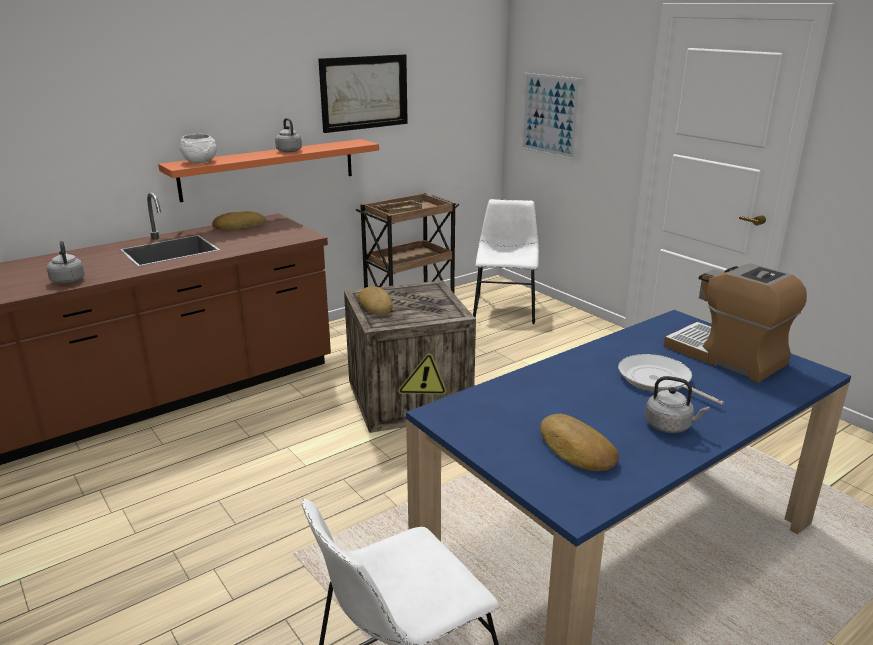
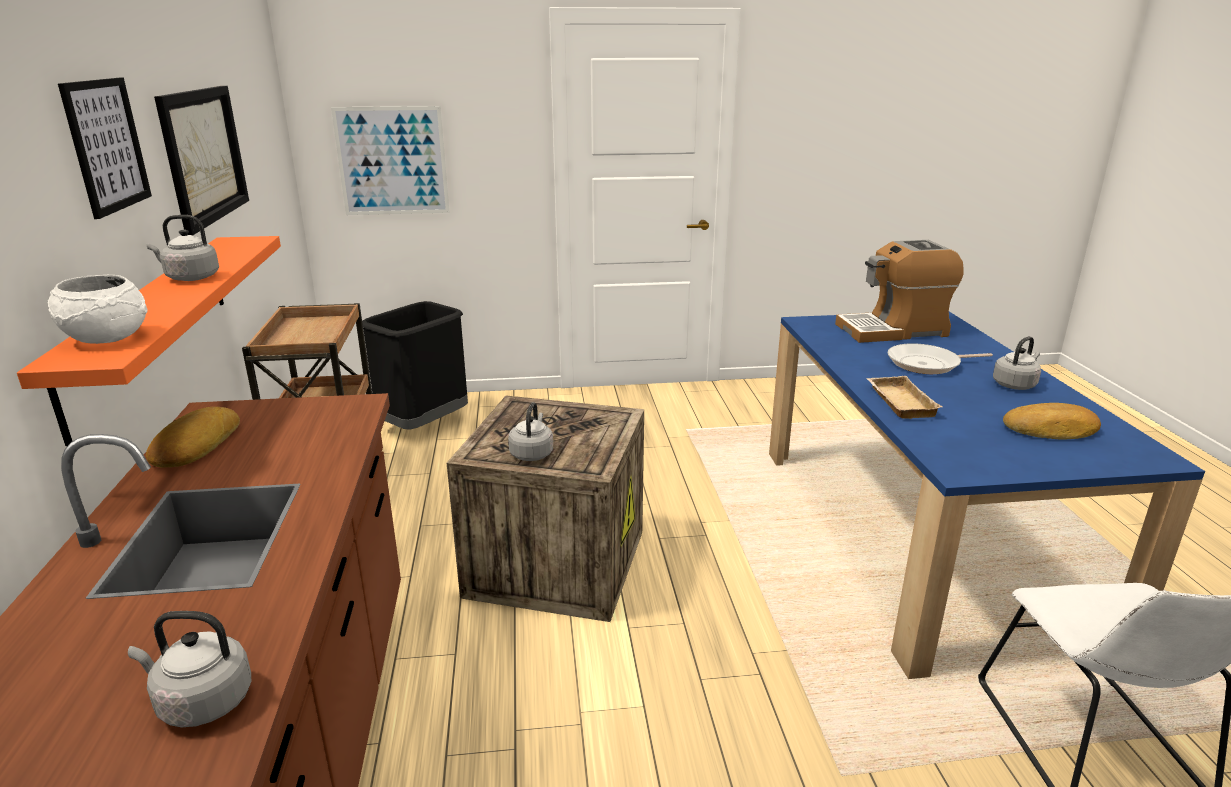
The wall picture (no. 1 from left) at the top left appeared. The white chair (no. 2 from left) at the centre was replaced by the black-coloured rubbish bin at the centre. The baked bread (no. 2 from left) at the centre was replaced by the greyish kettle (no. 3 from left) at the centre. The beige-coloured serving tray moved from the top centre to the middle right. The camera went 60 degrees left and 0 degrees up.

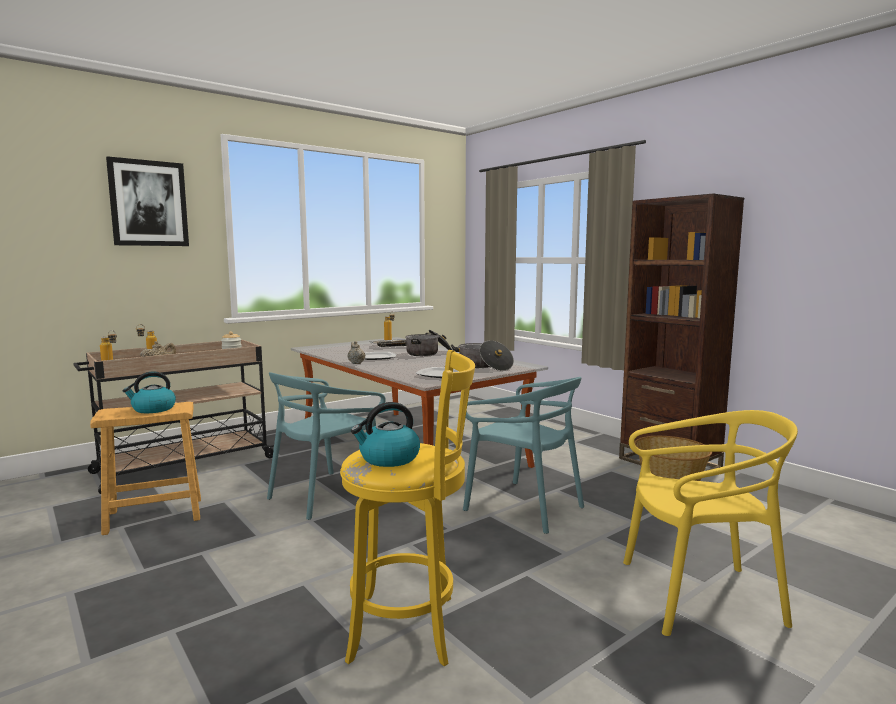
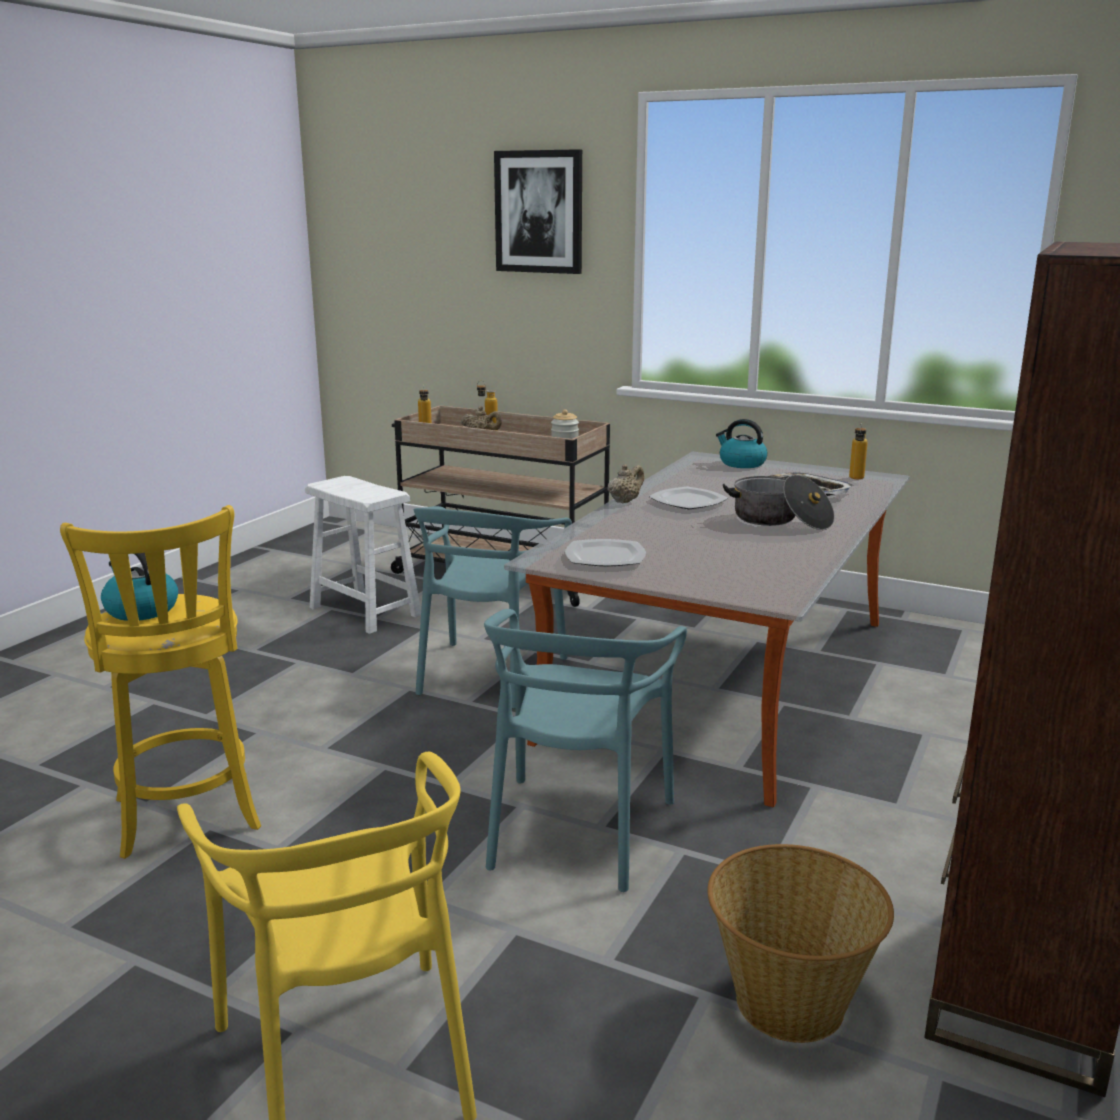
The brownish sitting stool at the middle left became the white sitting stool at the middle left. The blue-green chair (no. 1 from left) at the centre turned 90 degrees counterclockwise. The kettle (no. 1 from left in the first image) moved from the middle left to the centre. The cooking pot (no. 2 from left) at the centre disappeared. The camera went 65 degrees right and 10 degrees up.

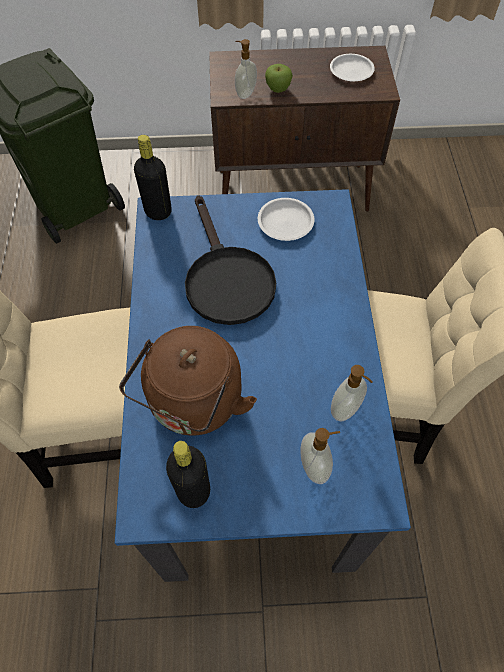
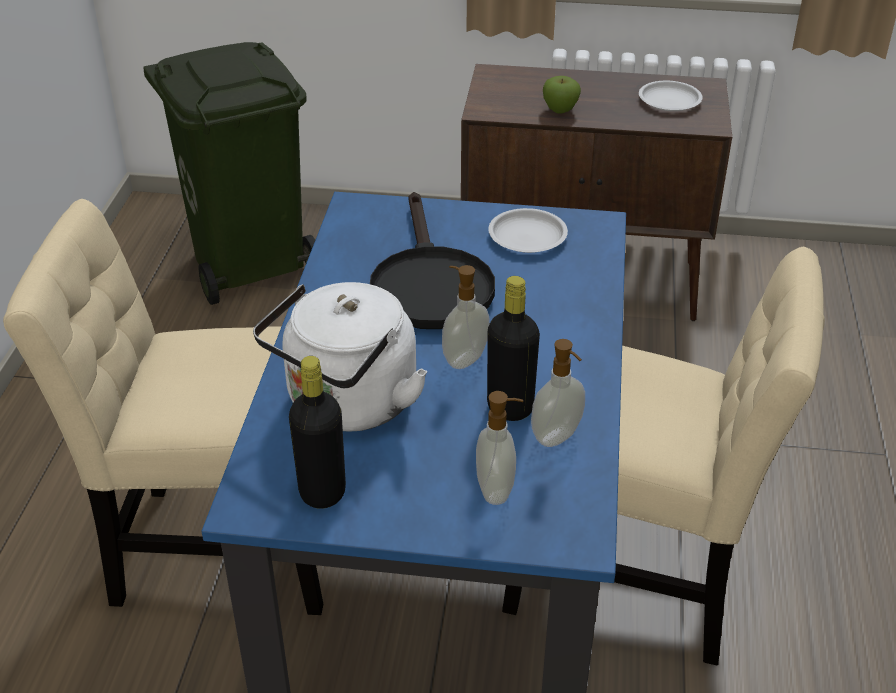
The brownish kettle at the centre became the white kettle at the centre. The soap dispenser (no. 1 from left) moved from the top centre to the centre. The black-coloured drink bottle (no. 1 from left in the first image) moved from the top left to the centre. The camera went 10 degrees right and 20 degrees down.

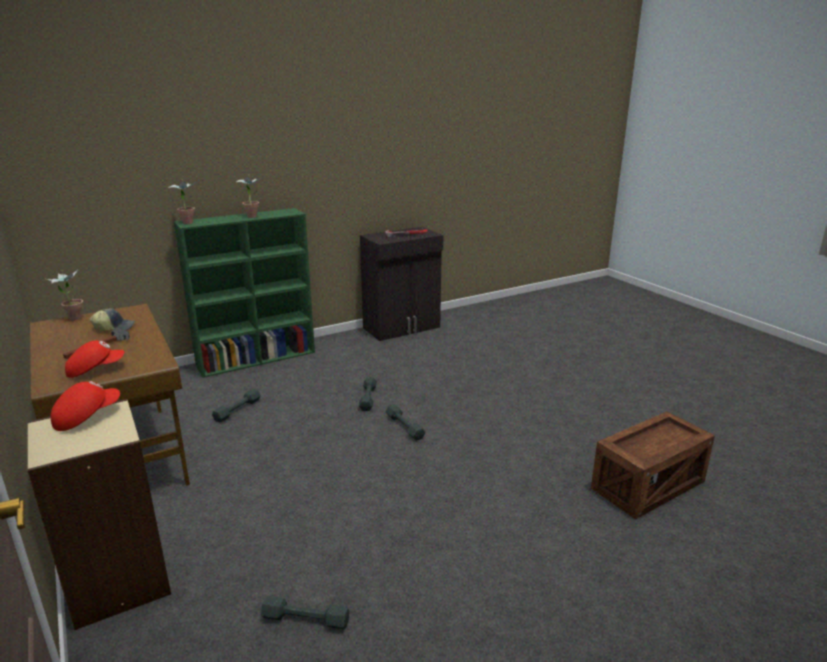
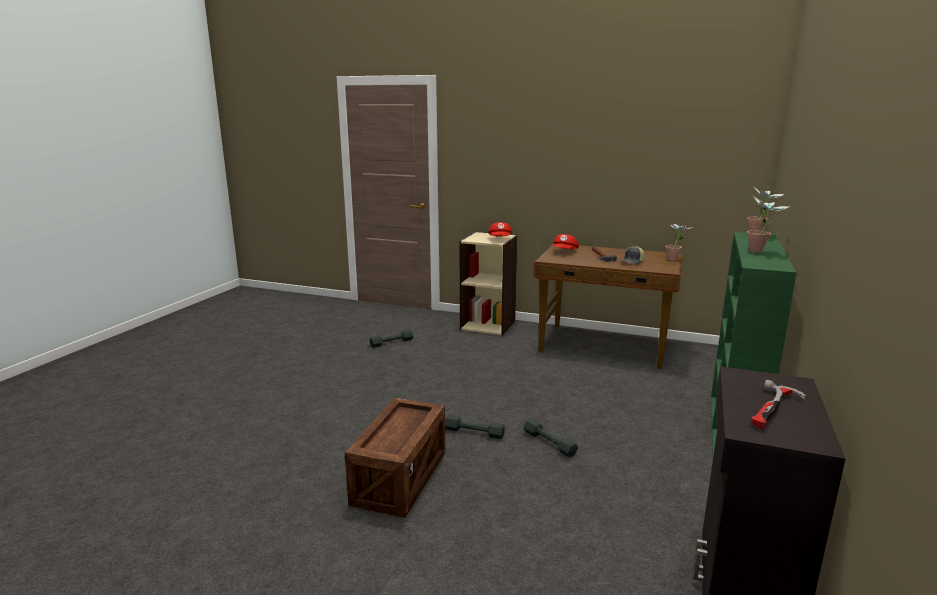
The packing crate moved from the bottom right to the bottom centre. The greyish dumbbell (no. 1 from left) at the middle left disappeared. The camera went 140 degrees right and 5 degrees down.

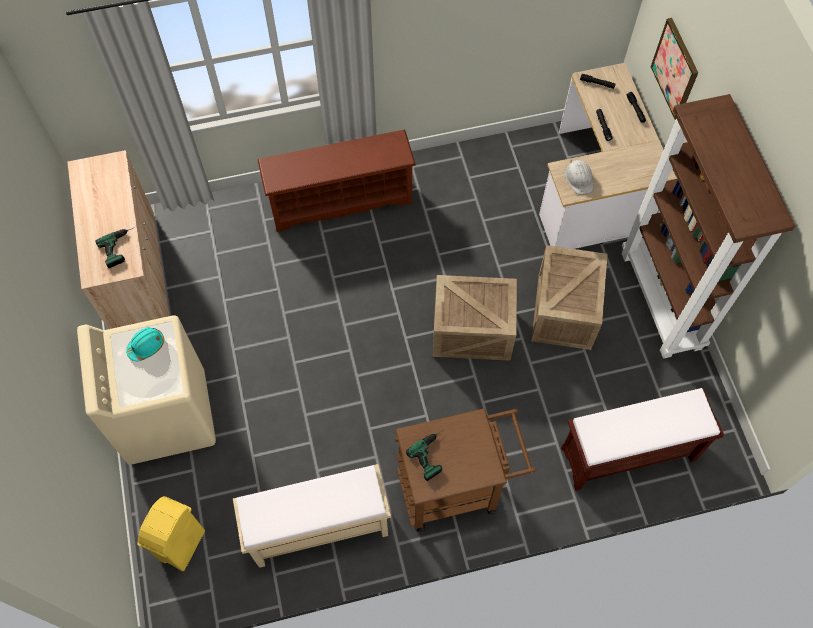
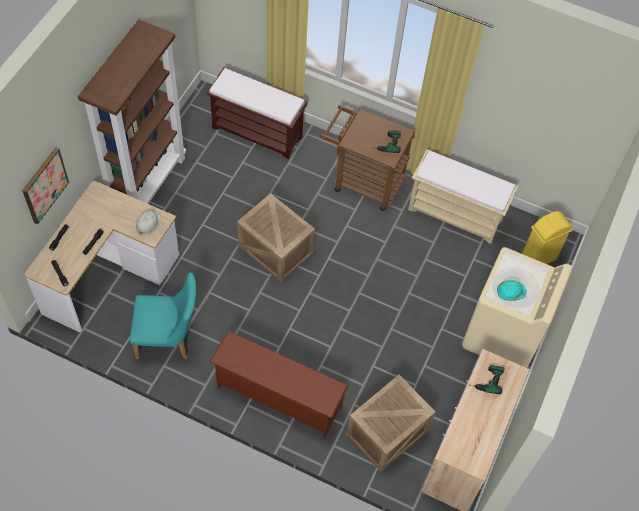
The blue-green chair at the middle left appeared. The packing crate (no. 2 from left) moved from the middle right to the bottom centre. The camera went 145 degrees left and 5 degrees down.

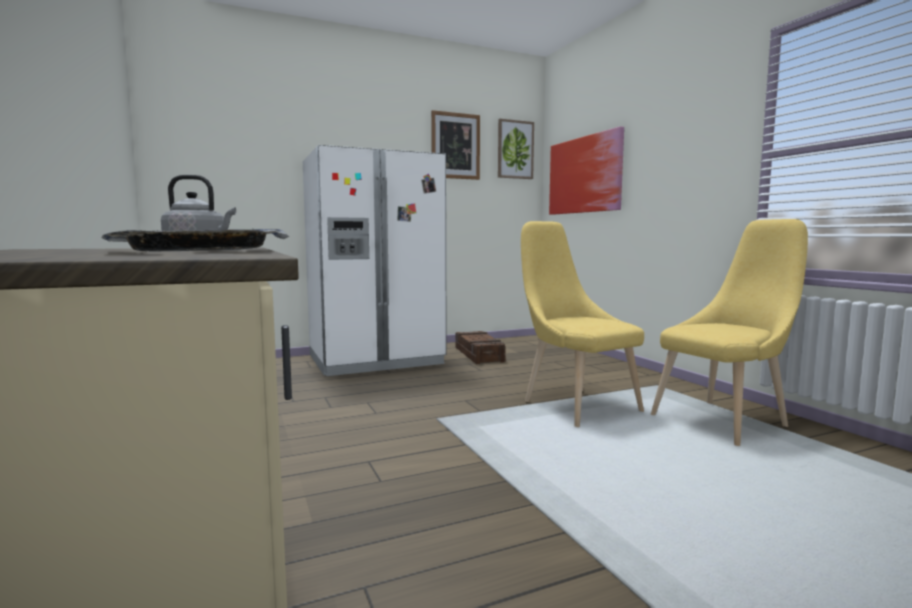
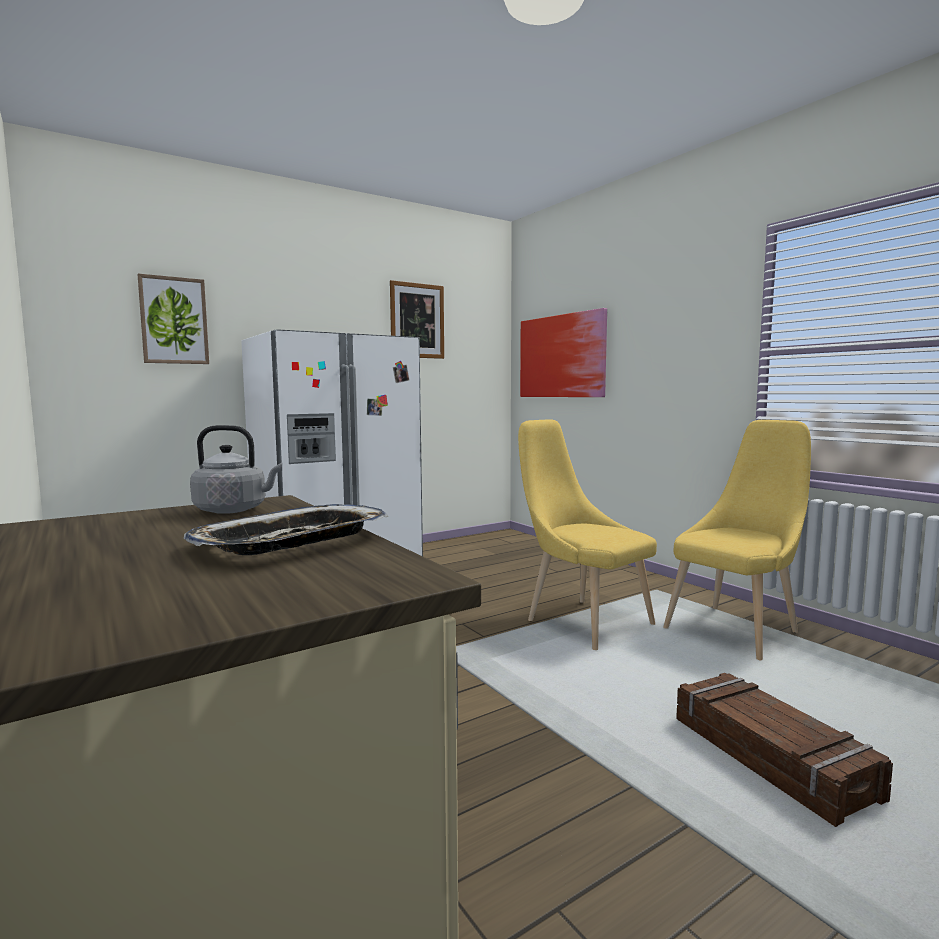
The wall picture (no. 2 from left in the first image) moved from the top centre to the middle left. The packing crate moved from the centre to the bottom right. The camera went 10 degrees left and 0 degrees up.

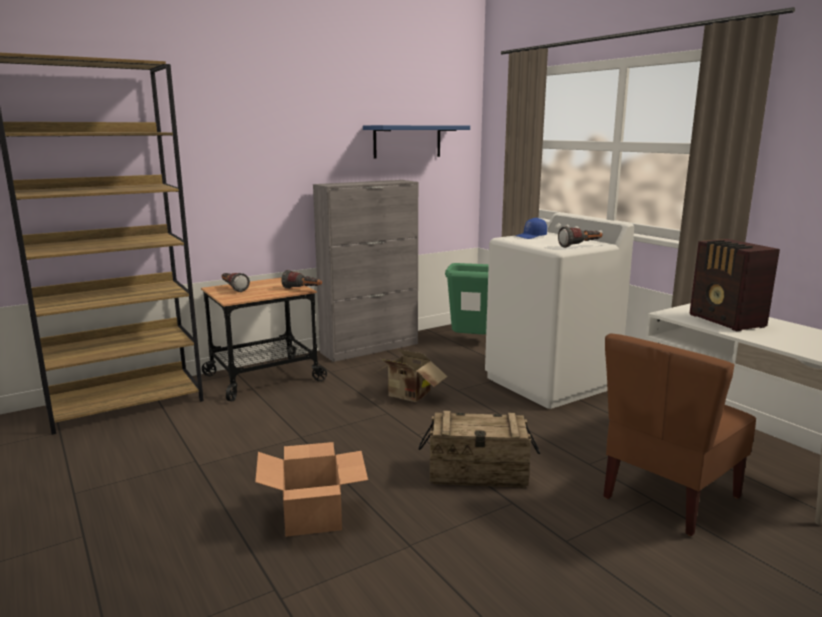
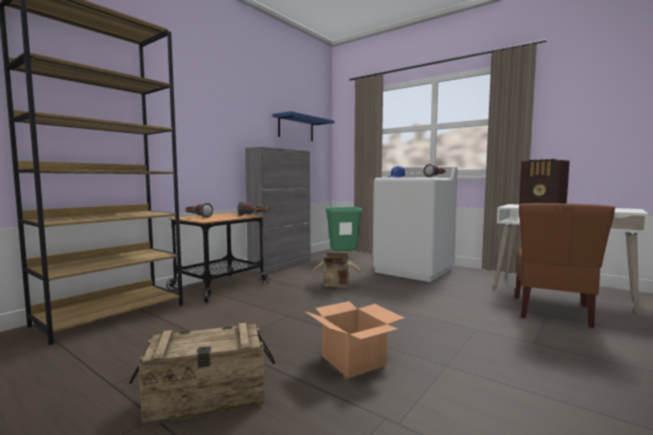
The packing crate moved from the bottom centre to the bottom left. The camera went 20 degrees left and 10 degrees down.

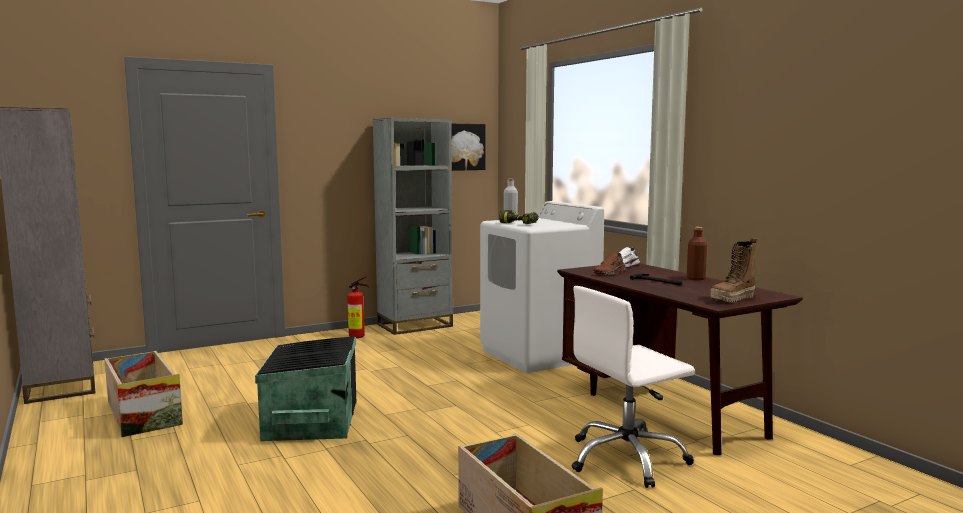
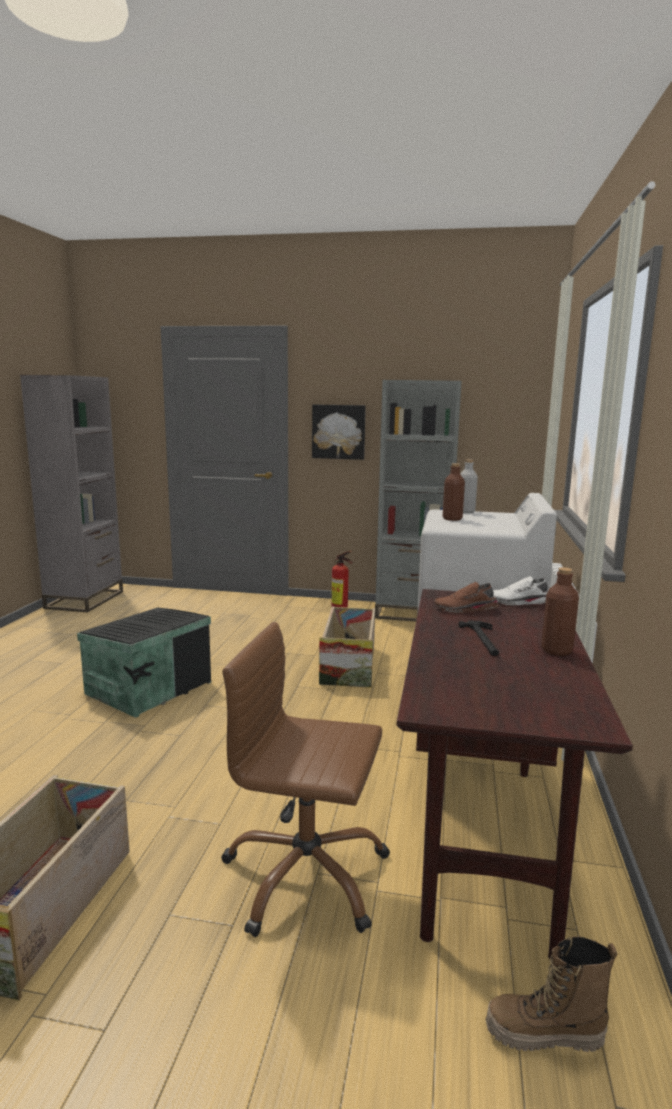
The white desk chair at the bottom centre became the brownish desk chair at the bottom centre. The wall picture moved from the top centre to the centre. The packing crate (no. 1 from left in the first image) moved from the bottom left to the centre. The electric drill at the centre was replaced by the brownish drink bottle (no. 1 from left) at the middle right. The boot moved from the middle right to the bottom right. The camera went 40 degrees right and 5 degrees up.

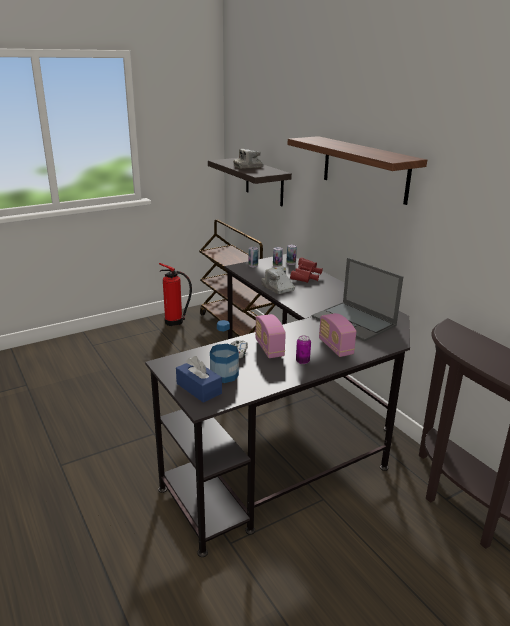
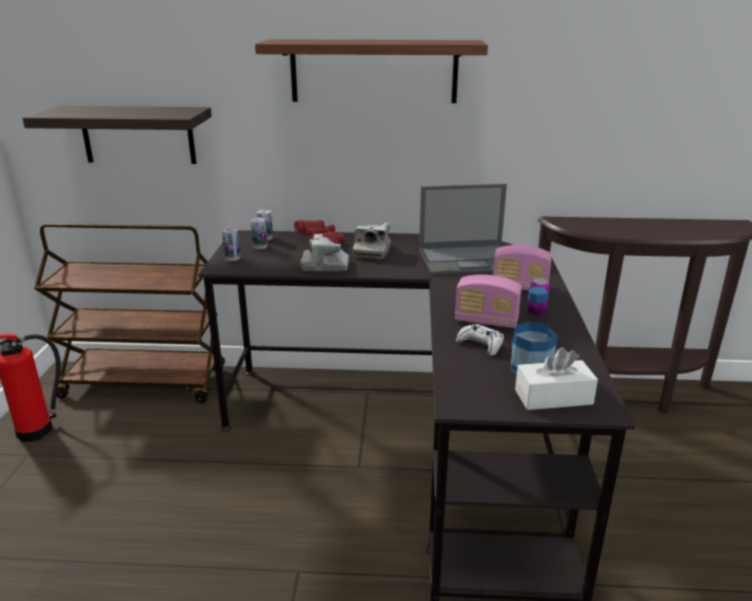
The still camera (no. 1 from left in the first image) moved from the top centre to the centre. The bluish tissue box at the centre became the white tissue box at the middle right. The camera went 55 degrees left and 0 degrees up.

